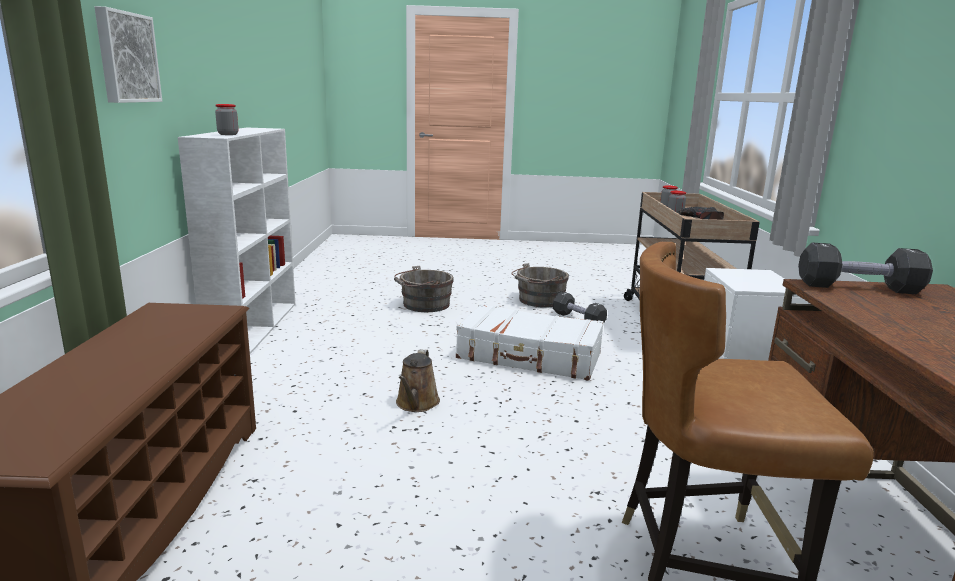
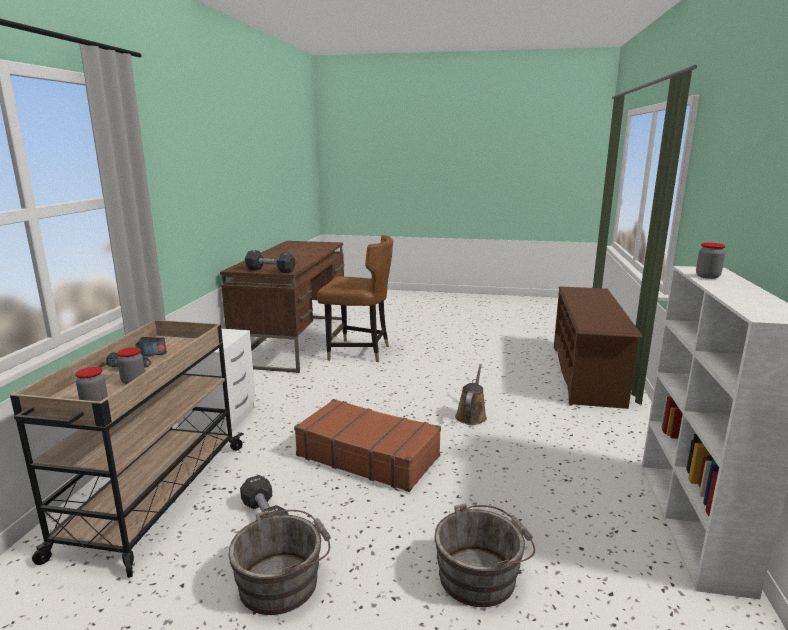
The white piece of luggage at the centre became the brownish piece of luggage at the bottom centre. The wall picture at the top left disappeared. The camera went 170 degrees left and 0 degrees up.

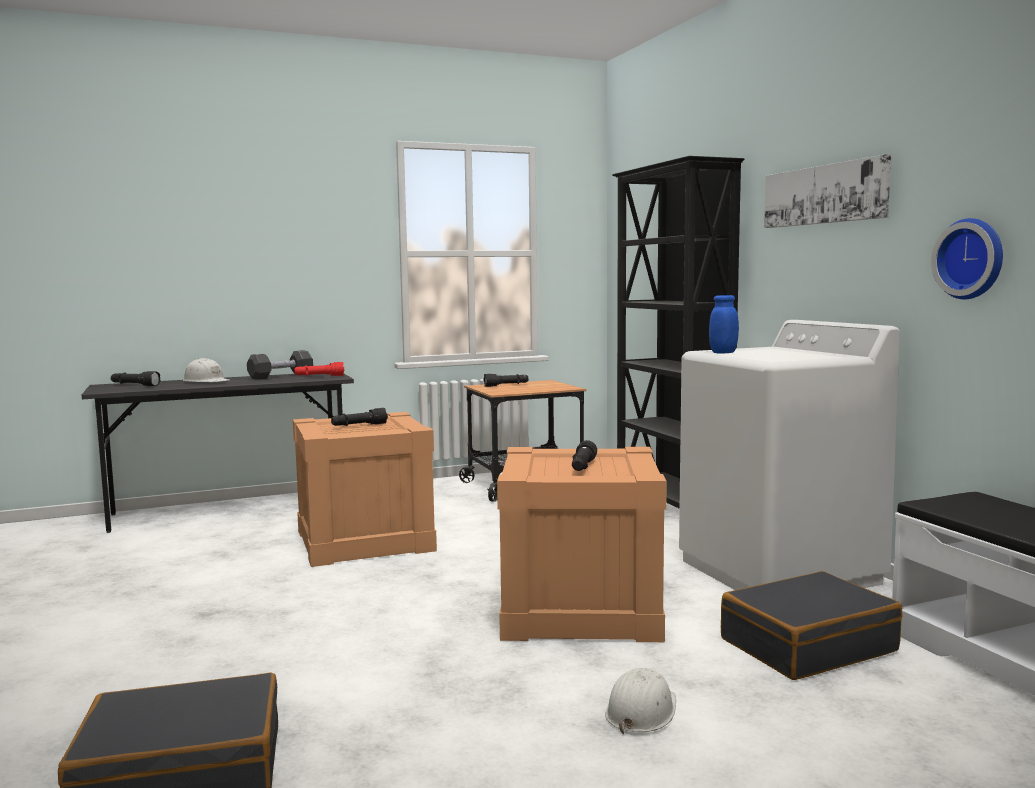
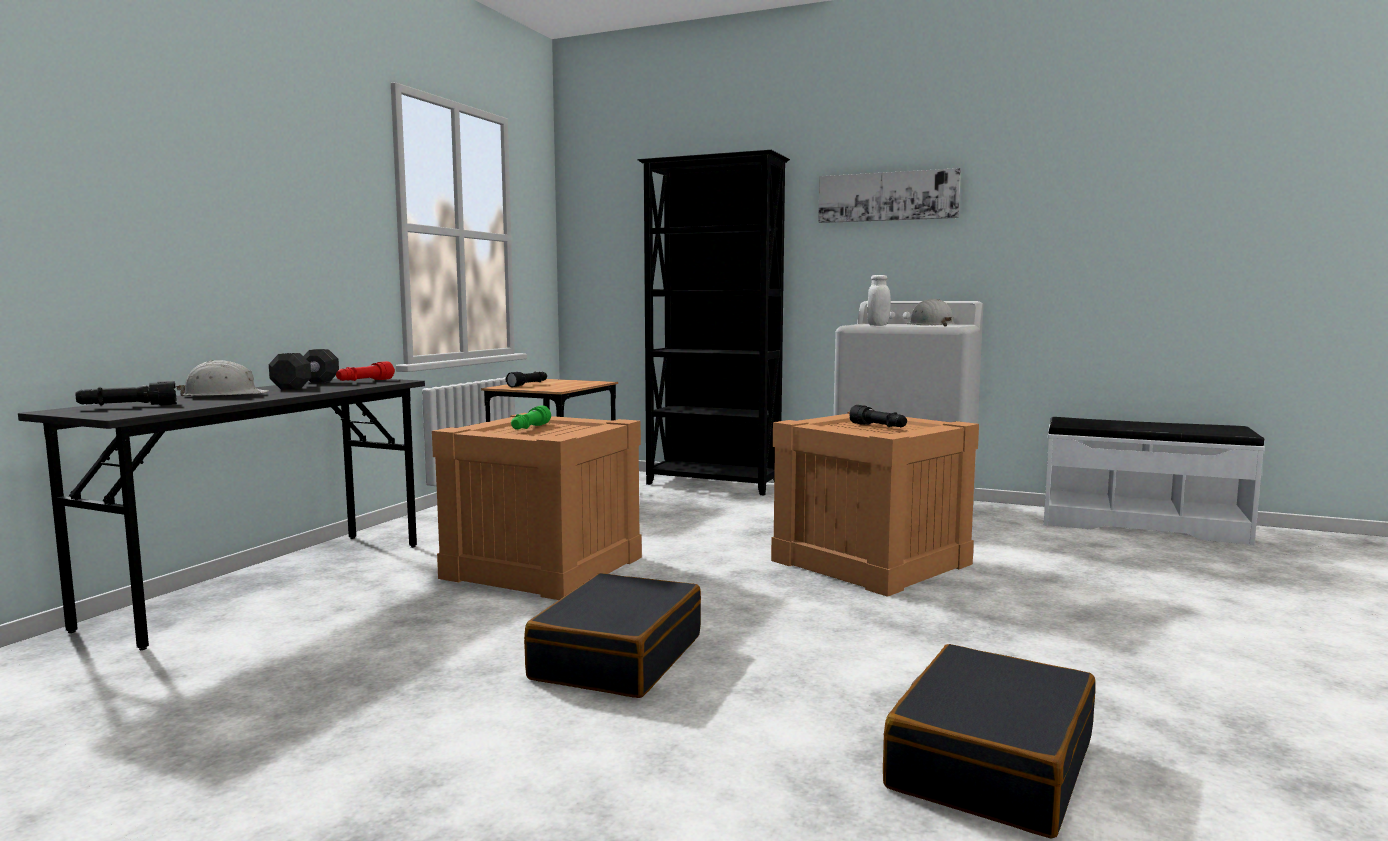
The black-coloured hand torch (no. 2 from left) at the centre became the green hand torch at the centre. The black-coloured piece of luggage (no. 2 from left in the first image) moved from the bottom right to the bottom centre. The bluish jar at the middle right became the white jar at the centre. The white hard hat (no. 2 from left) moved from the bottom centre to the middle right. The wall clock at the top right disappeared. The camera went 45 degrees left and 0 degrees up.

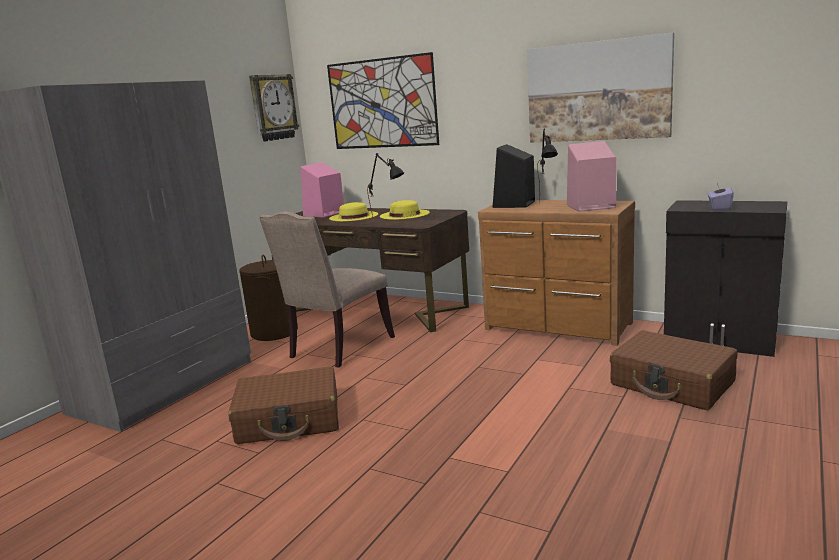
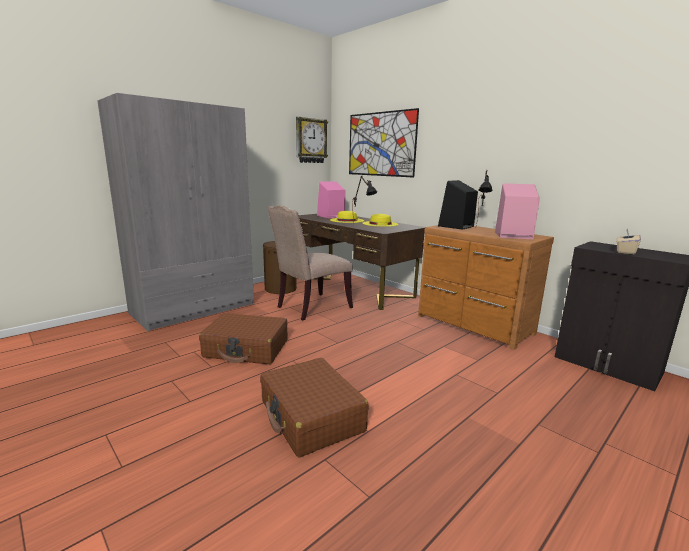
The brownish piece of luggage (no. 2 from left) moved from the middle right to the bottom centre. The purple-coloured tissue box at the middle right became the beige-coloured tissue box at the middle right. The wall picture (no. 2 from left) at the top right disappeared. The camera went 15 degrees right and 0 degrees up.

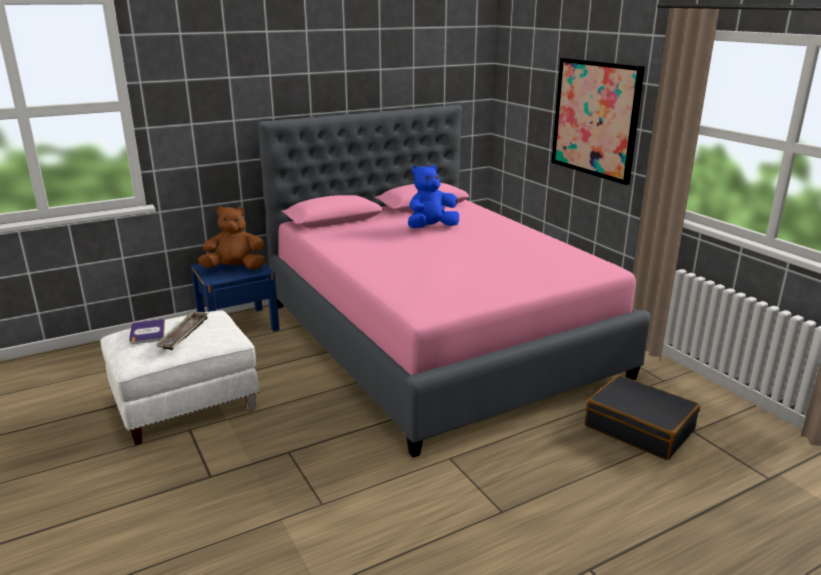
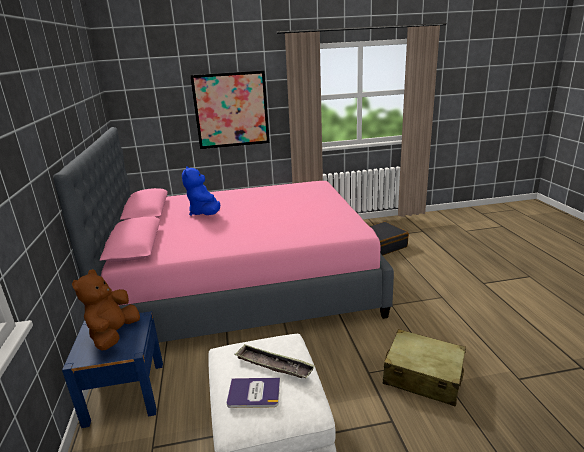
The beige-coloured piece of luggage at the bottom right appeared. The camera went 70 degrees left and 0 degrees up.

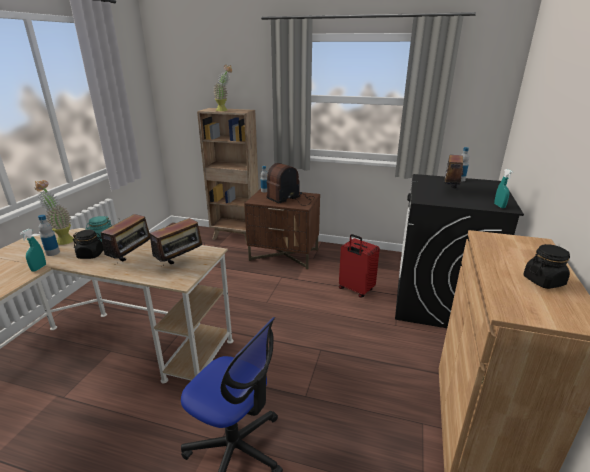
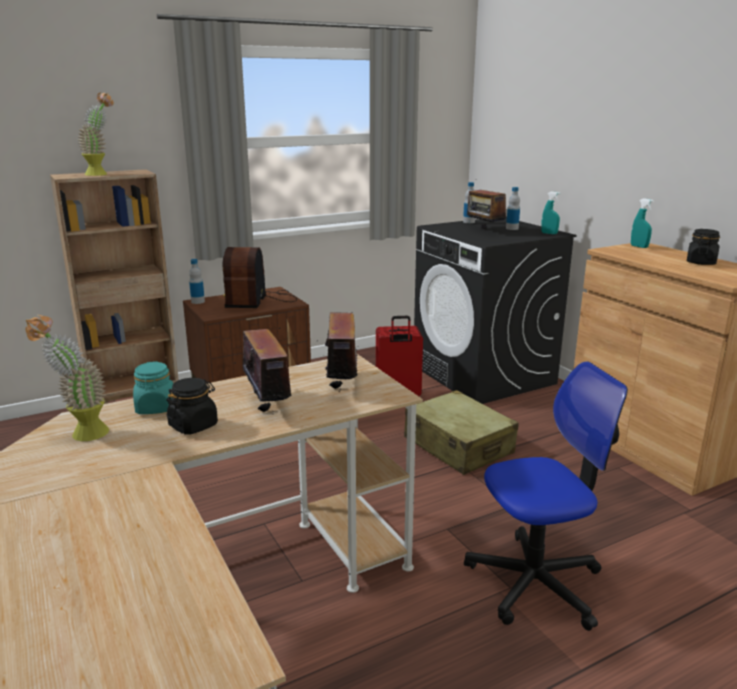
The beige-coloured piece of luggage at the centre appeared. The drink bottle (no. 1 from left in the first image) moved from the middle left to the top right. The blue-green spray bottle (no. 1 from left in the first image) moved from the middle left to the top right. The camera went 45 degrees left and 5 degrees down.

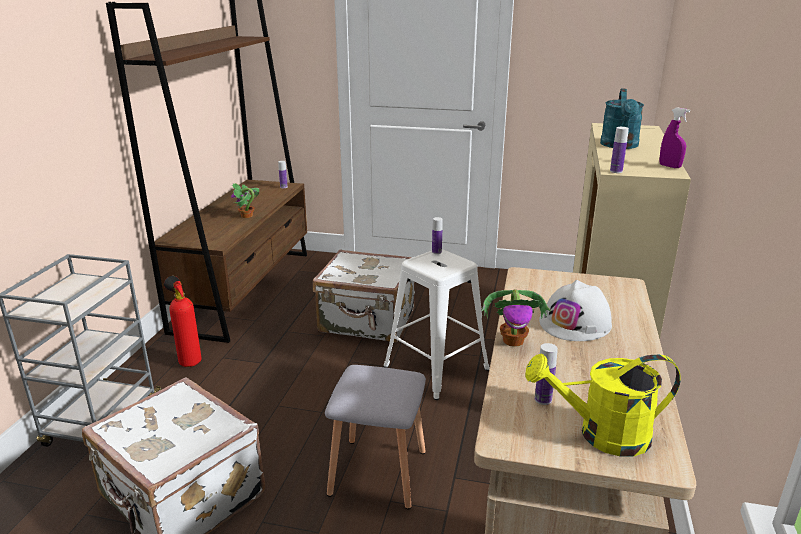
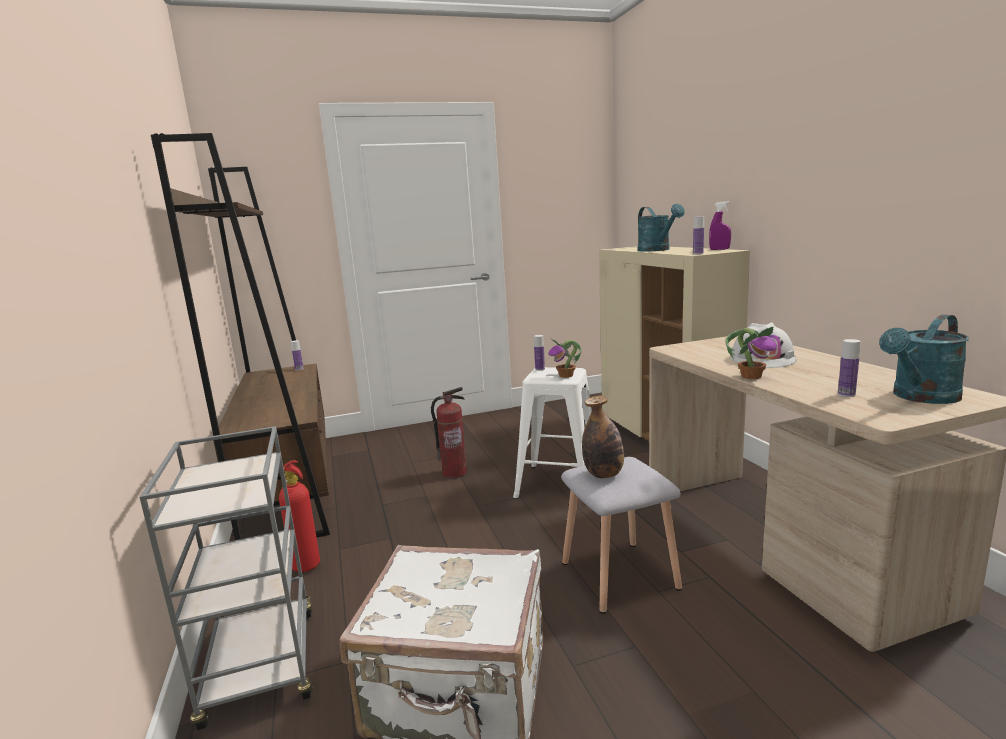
The white piece of luggage (no. 2 from left) at the centre was replaced by the extinguisher (no. 2 from left) at the centre. The plant in a pot (no. 1 from left) moved from the middle left to the centre. The drink bottle (no. 3 from left) at the centre appeared. The yellowish watering can at the bottom right became the blue-green watering can (no. 2 from left) at the middle right. The camera went 30 degrees left and 10 degrees down.

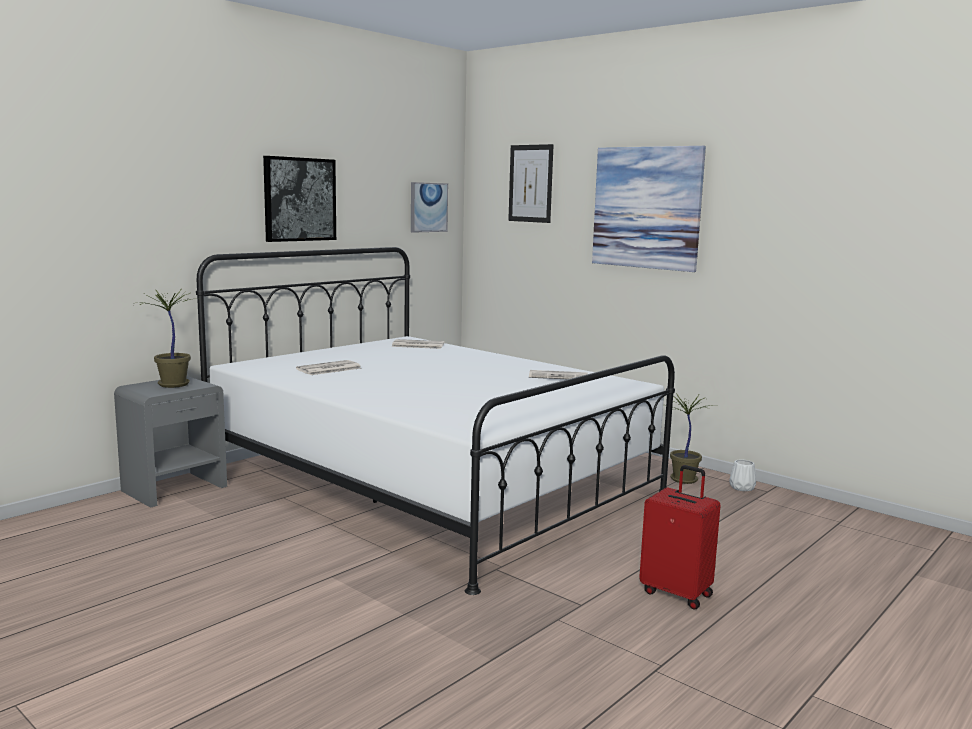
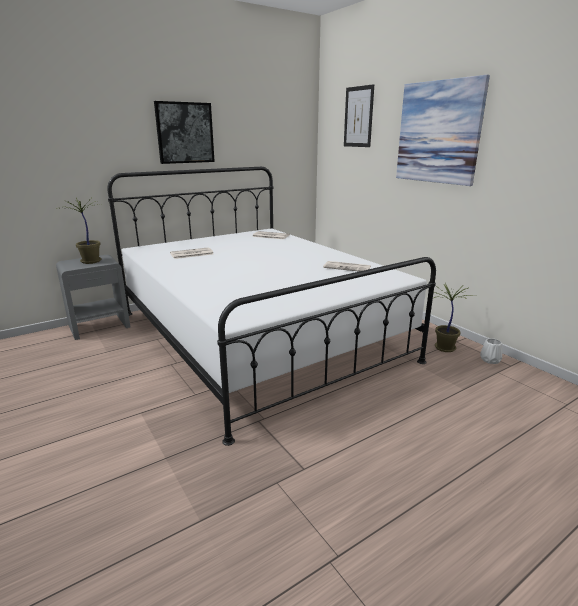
The wall picture (no. 2 from left) at the top centre disappeared. The red piece of luggage at the bottom right disappeared. The camera went 15 degrees right and 10 degrees up.

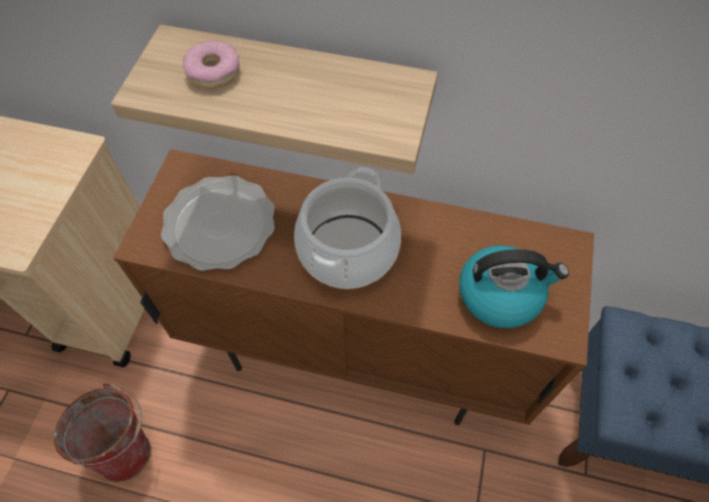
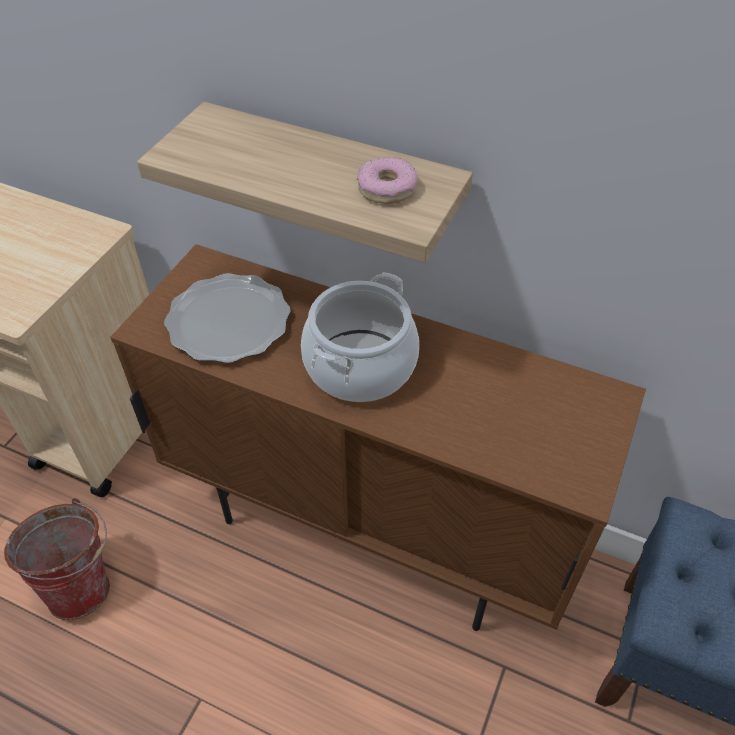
The donut moved from the top left to the top centre. The kettle at the middle right disappeared. The camera went 10 degrees right and 10 degrees down.

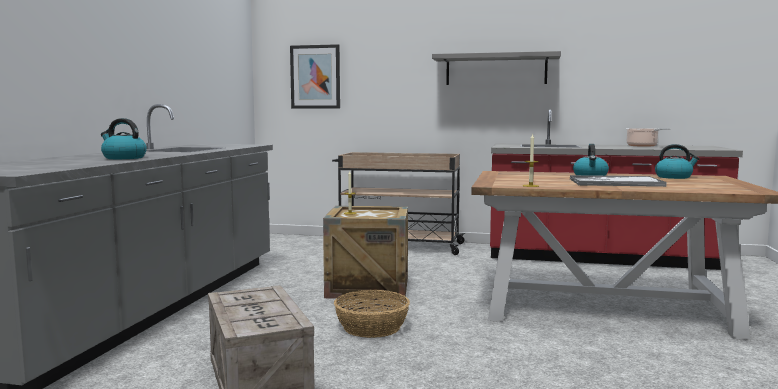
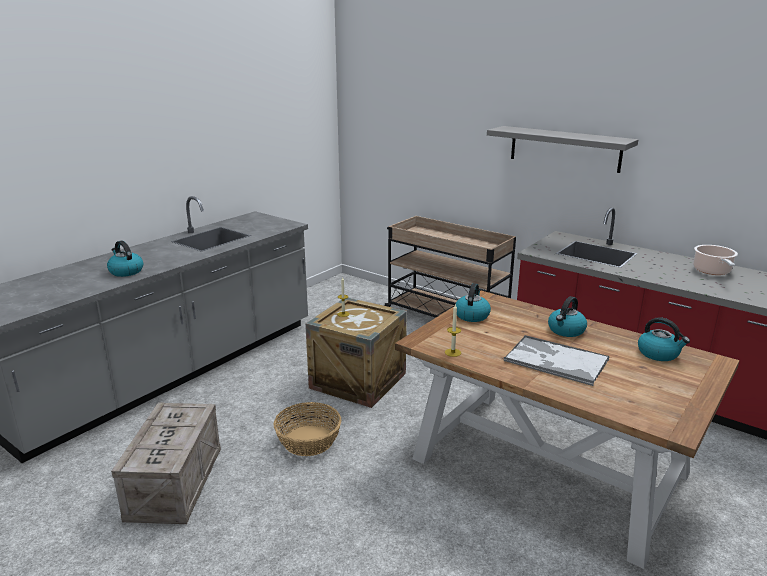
The kettle (no. 2 from left) at the centre appeared. The wall picture at the top centre disappeared. The camera went 25 degrees right and 15 degrees up.

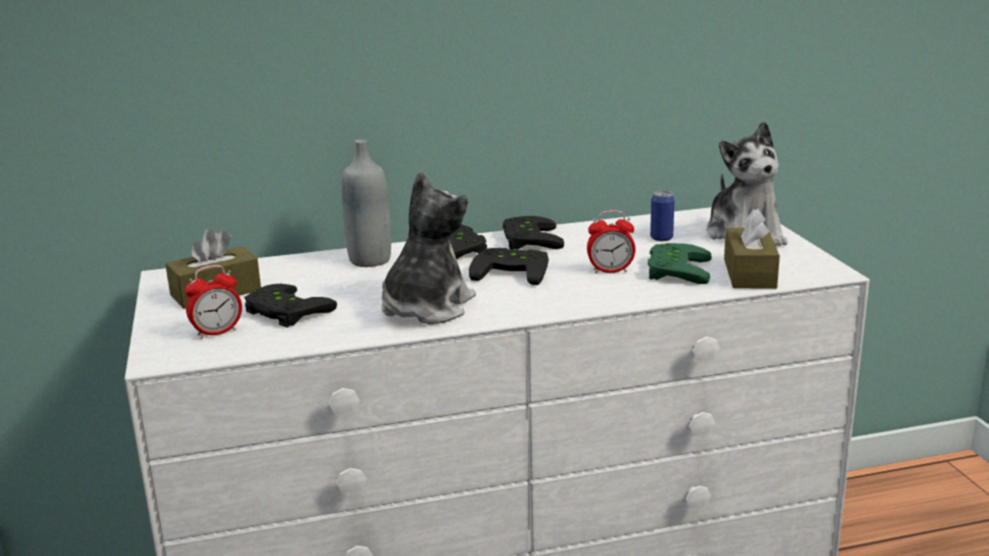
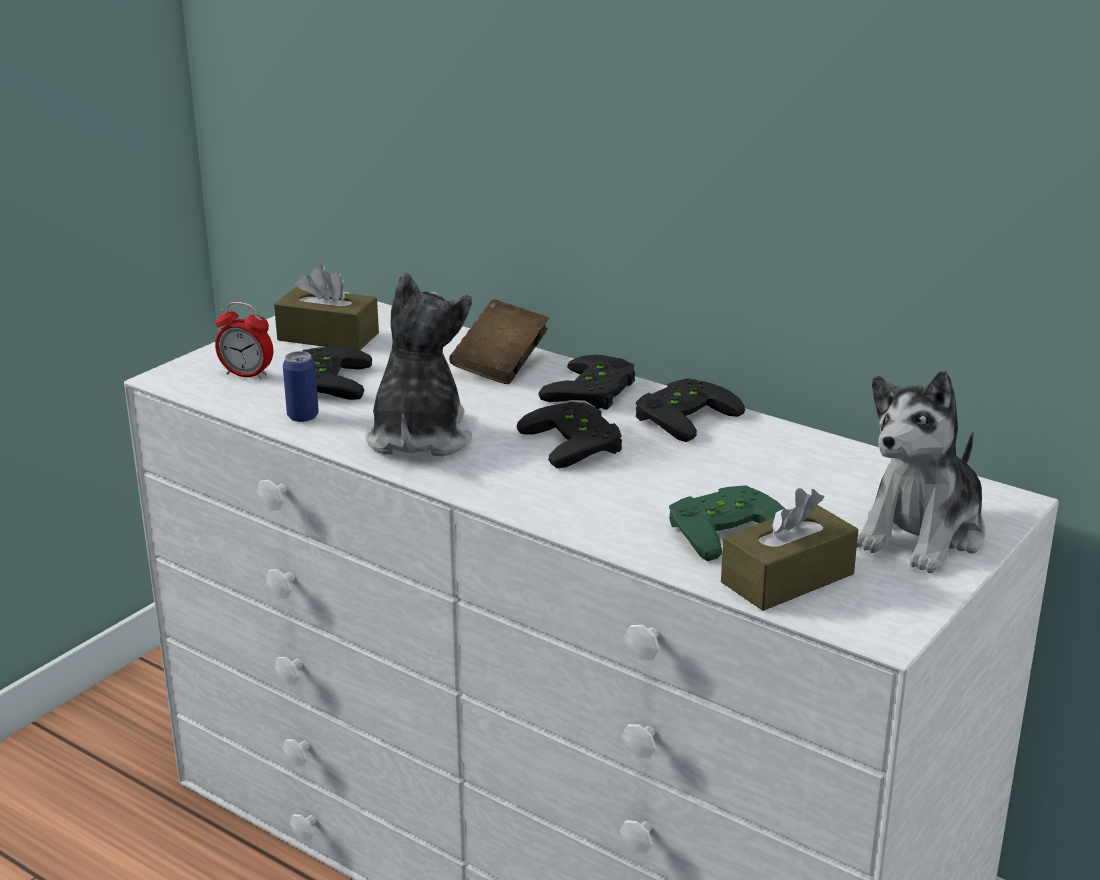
The metal can moved from the middle right to the middle left. The plush toy (no. 1 from left) at the centre turned 75 degrees counterclockwise. The greyish drink bottle at the centre was replaced by the brownish book at the centre. The alarm clock (no. 2 from left) at the centre disappeared. The camera went 50 degrees right and 5 degrees up.

